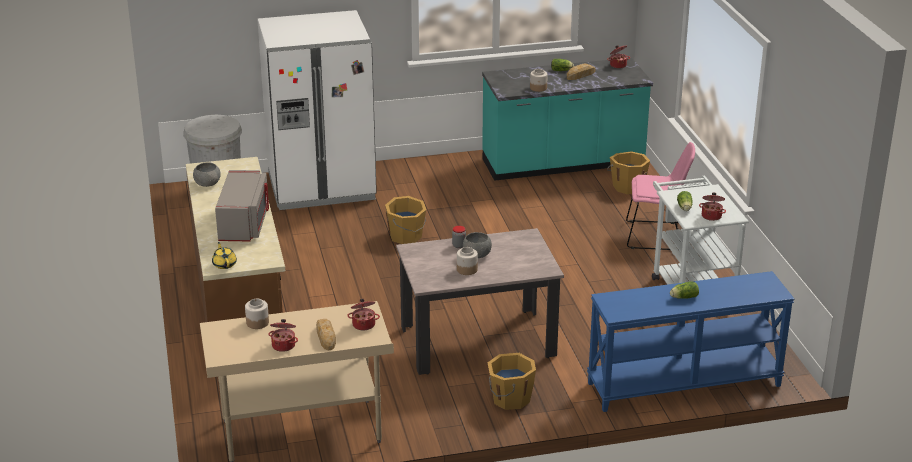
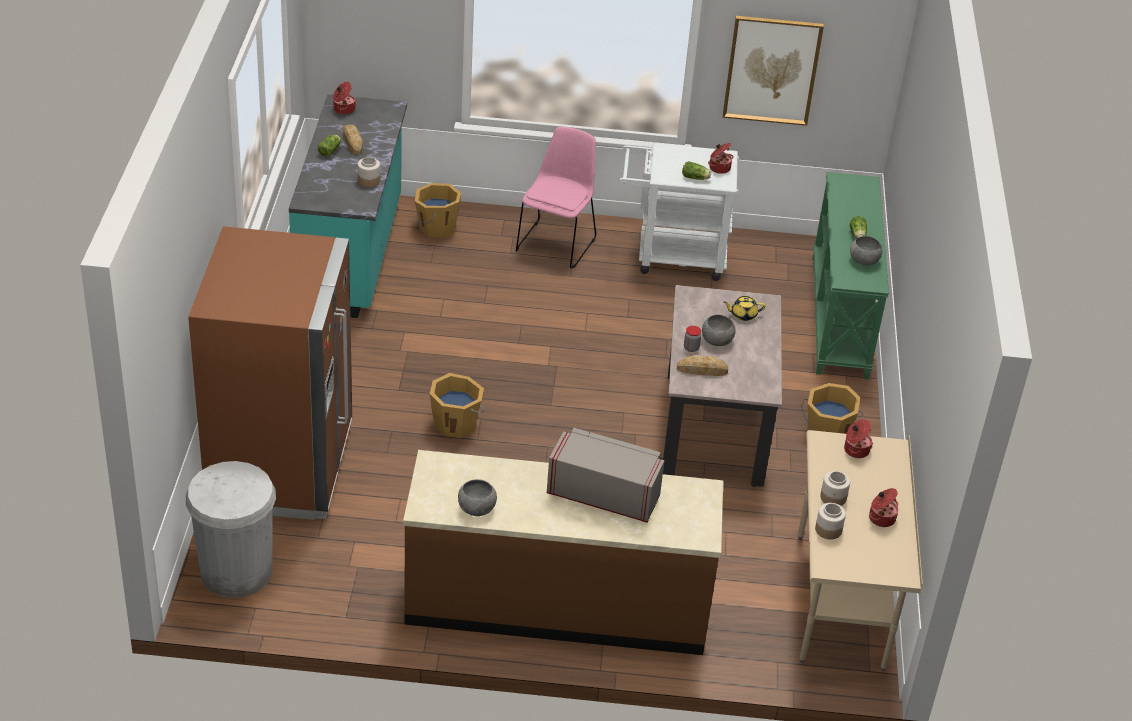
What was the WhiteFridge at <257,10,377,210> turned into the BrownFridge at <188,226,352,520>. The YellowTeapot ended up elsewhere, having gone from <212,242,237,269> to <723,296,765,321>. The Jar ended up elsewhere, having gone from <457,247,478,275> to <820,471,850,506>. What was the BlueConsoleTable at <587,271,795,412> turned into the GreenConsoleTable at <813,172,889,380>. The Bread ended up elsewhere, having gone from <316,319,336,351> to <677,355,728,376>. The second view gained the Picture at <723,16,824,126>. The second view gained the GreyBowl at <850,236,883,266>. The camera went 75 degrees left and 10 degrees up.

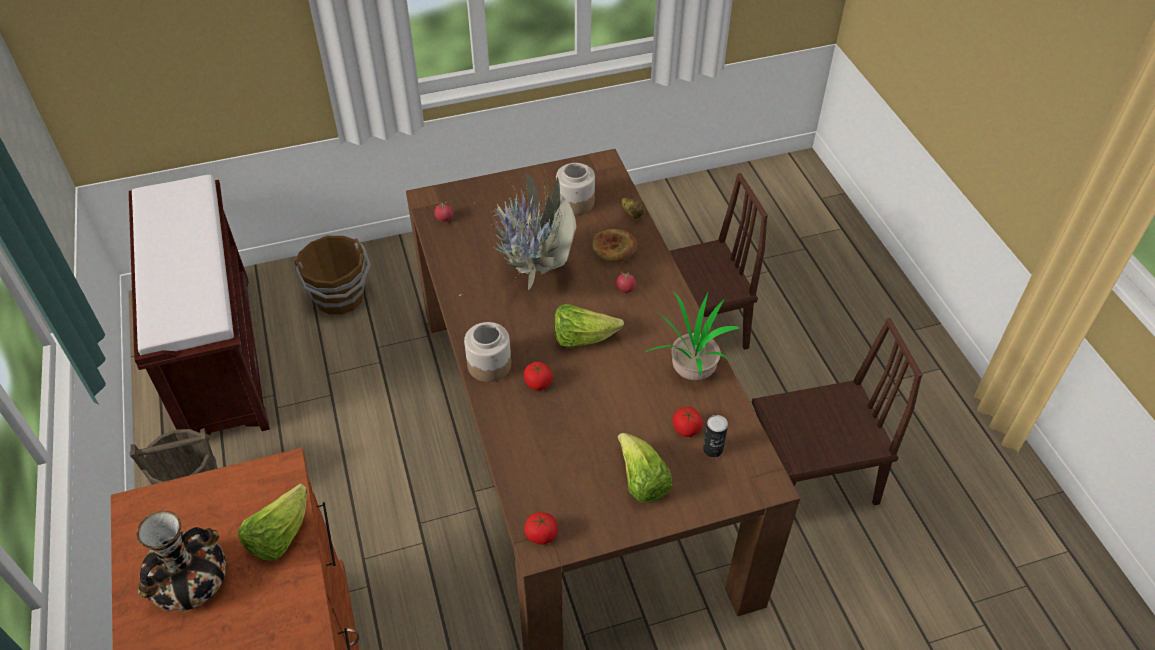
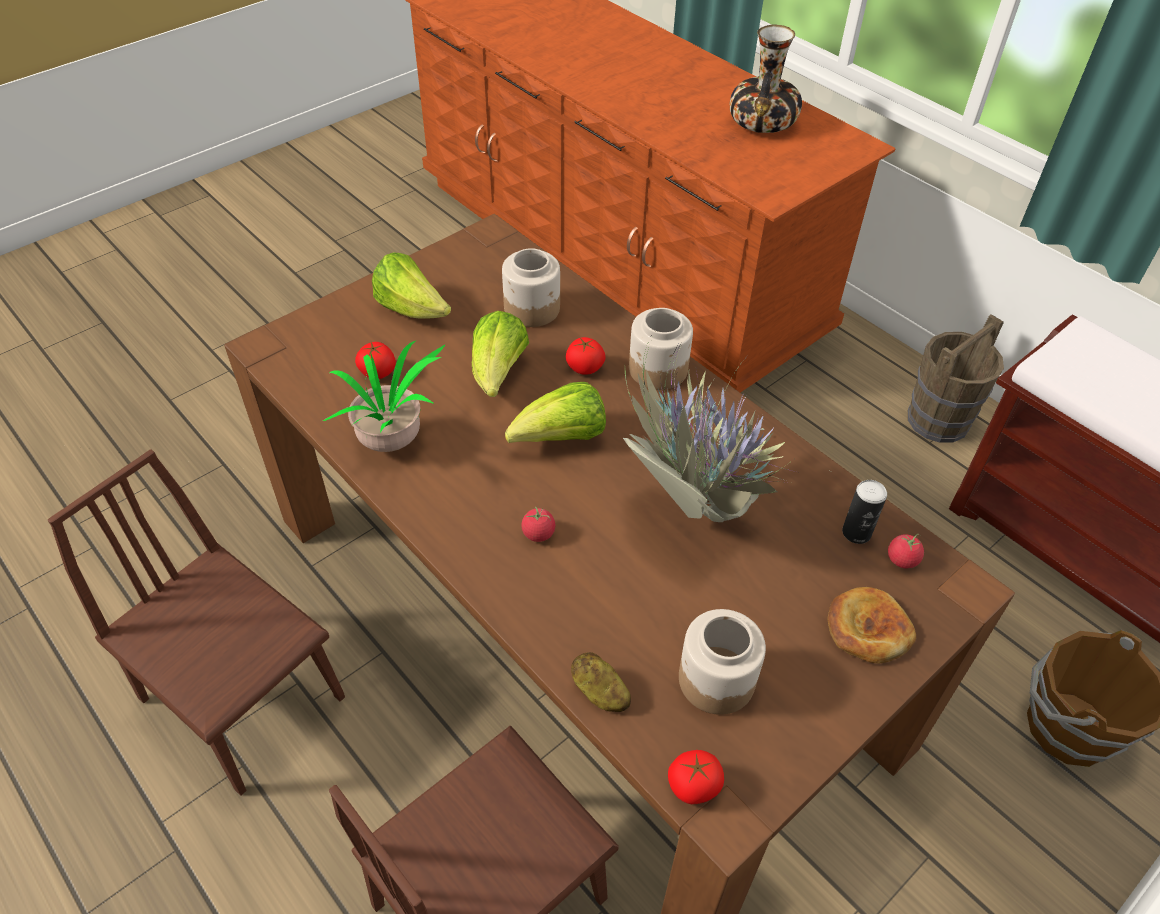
The Bread ended up elsewhere, having gone from <592,229,637,263> to <828,587,916,664>. The BrownChair at <752,318,923,505> ended up facing another way, 75 degrees clockwise from before. The Can ended up elsewhere, having gone from <703,415,728,458> to <842,480,887,544>. The Lettuce ended up elsewhere, having gone from <238,483,307,561> to <472,311,529,397>. The Tomato ended up elsewhere, having gone from <524,512,558,545> to <668,750,724,804>. The second view gained the Jar at <502,248,560,327>. The camera went 155 degrees right and 0 degrees up.

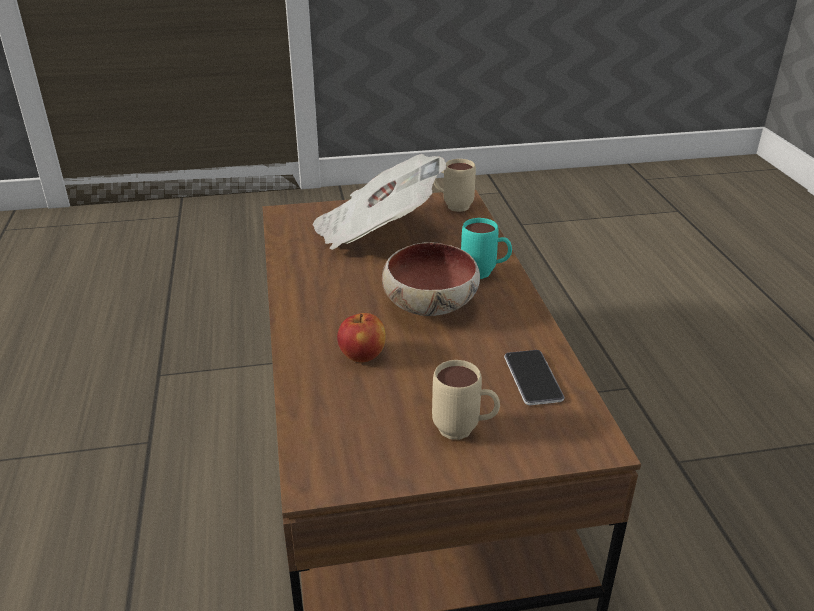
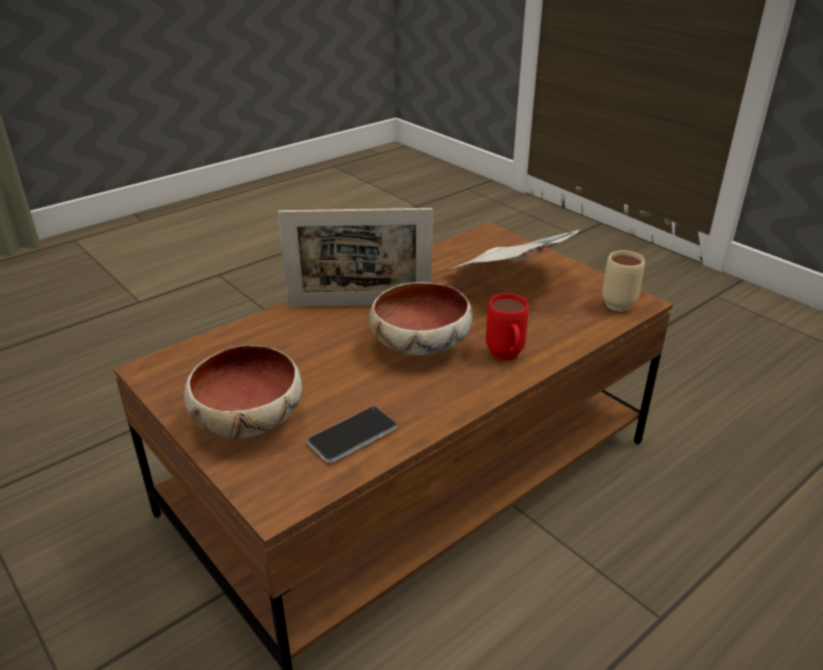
What was the TurquoiseMug at <461,218,512,279> turned into the RedMug at <486,293,529,361>. The second view lost the Apple at <337,313,386,362>. Where the BeigeMug stood at <432,360,500,440>, the Bowl came to stand at <184,345,302,439>. The second view gained the PictureFrame at <278,208,433,307>. The camera went 60 degrees right and 0 degrees up.

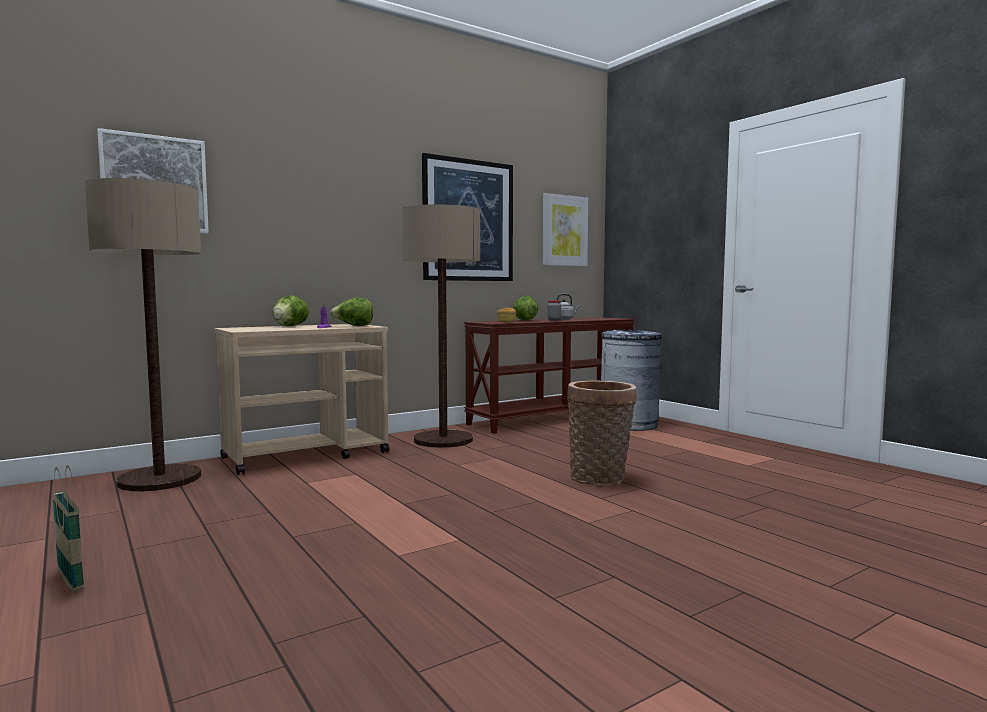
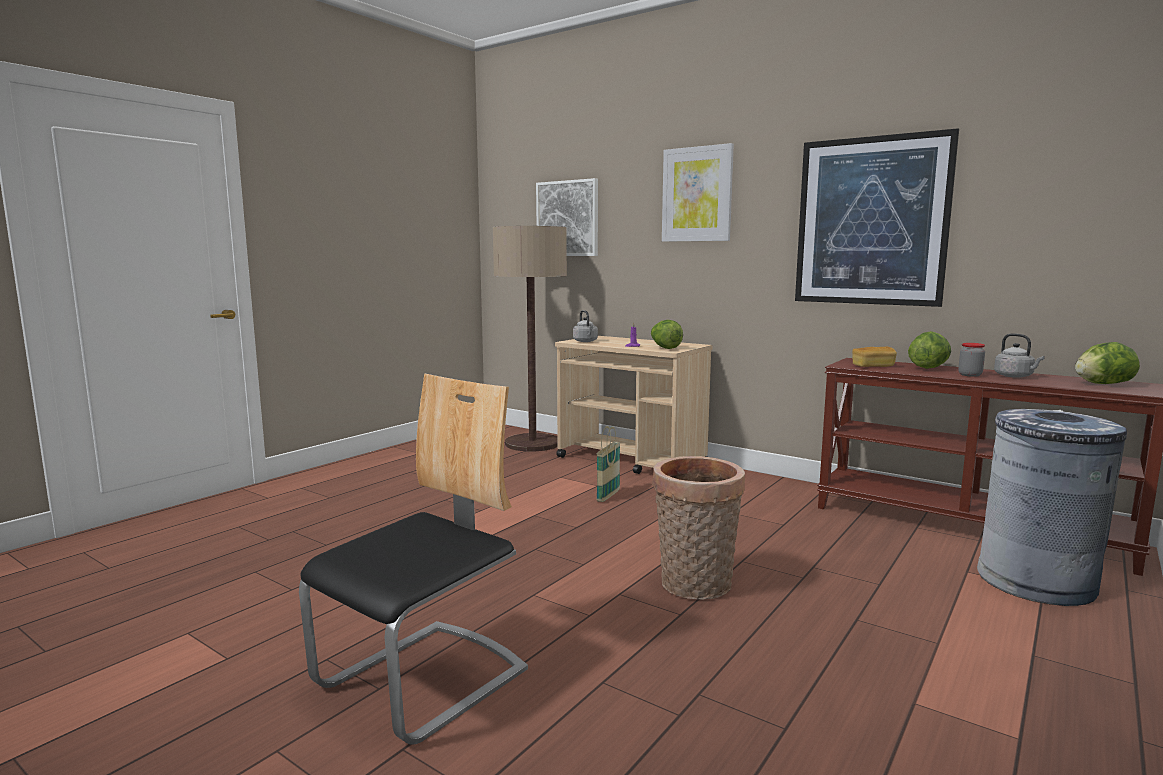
The Picture ended up elsewhere, having gone from <543,193,588,266> to <662,143,734,242>. The second view lost the FloorLamp at <403,204,480,448>. The Lettuce ended up elsewhere, having gone from <272,295,309,326> to <1075,342,1140,384>. The Basket ended up elsewhere, having gone from <52,465,84,592> to <596,426,620,502>. The second view gained the GreyKettle at <573,310,598,342>. The second view gained the Chair at <299,374,528,745>. The camera went 70 degrees right and 5 degrees up.

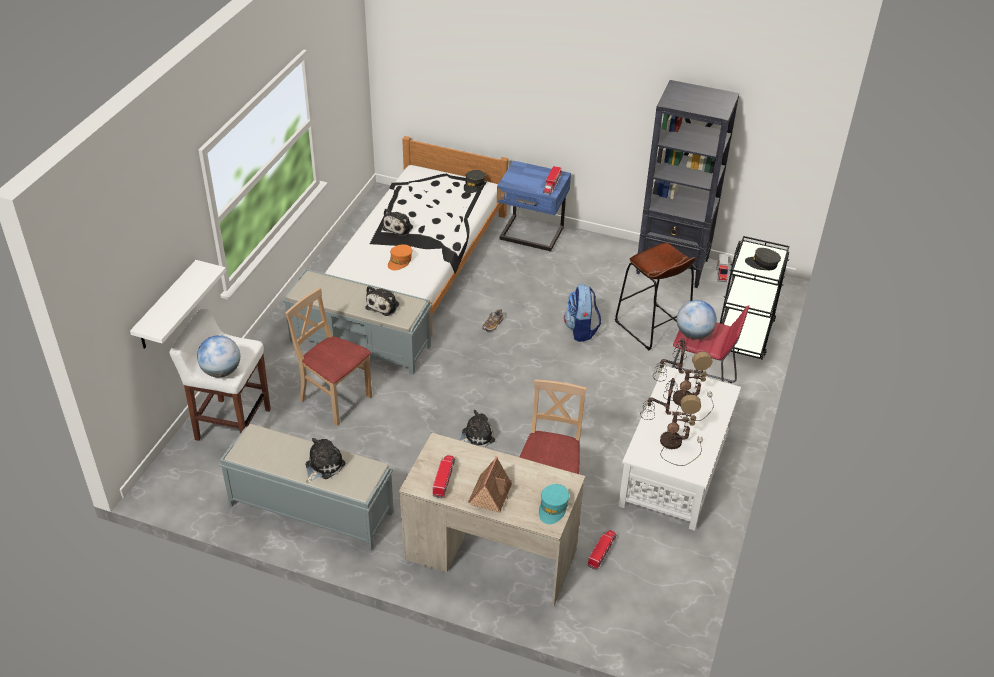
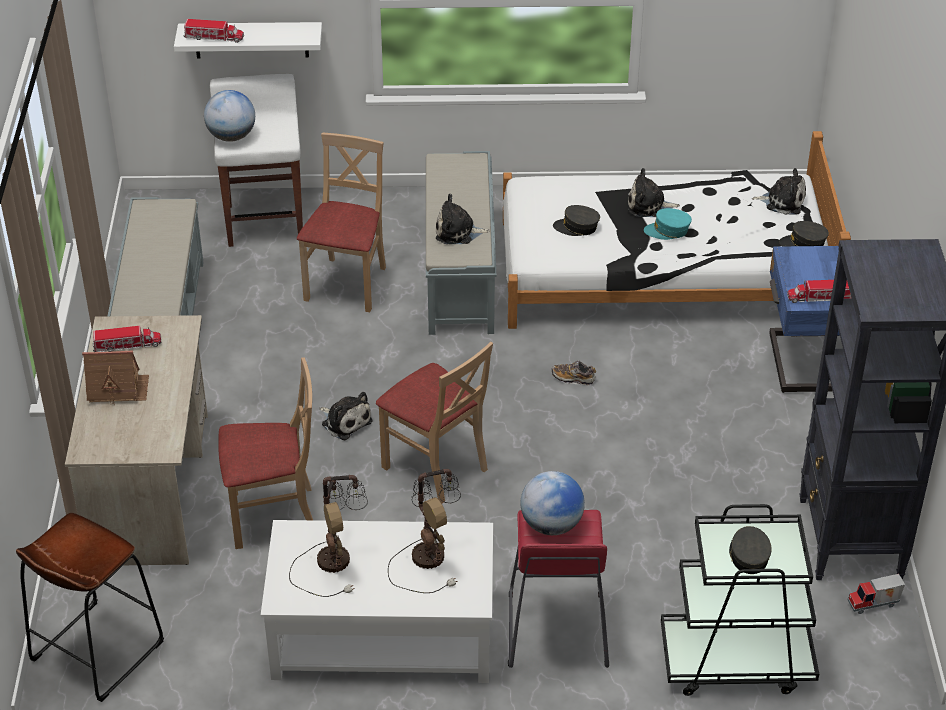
The BrownStool ended up elsewhere, having gone from <615,242,696,350> to <16,513,164,702>. What was the OrangeCap at <388,244,412,270> turned into the GreyCap at <553,205,600,236>. The second view lost the Backpack at <564,284,601,342>. The PlushToy ended up elsewhere, having gone from <305,438,345,483> to <752,168,806,215>. The TurquoiseCap ended up elsewhere, having gone from <539,484,569,524> to <644,208,692,240>. The ToyTruck ended up elsewhere, having gone from <588,530,617,570> to <184,19,244,43>. The second view gained the BeigeChair at <376,342,493,503>. The camera went 70 degrees right and 0 degrees up.

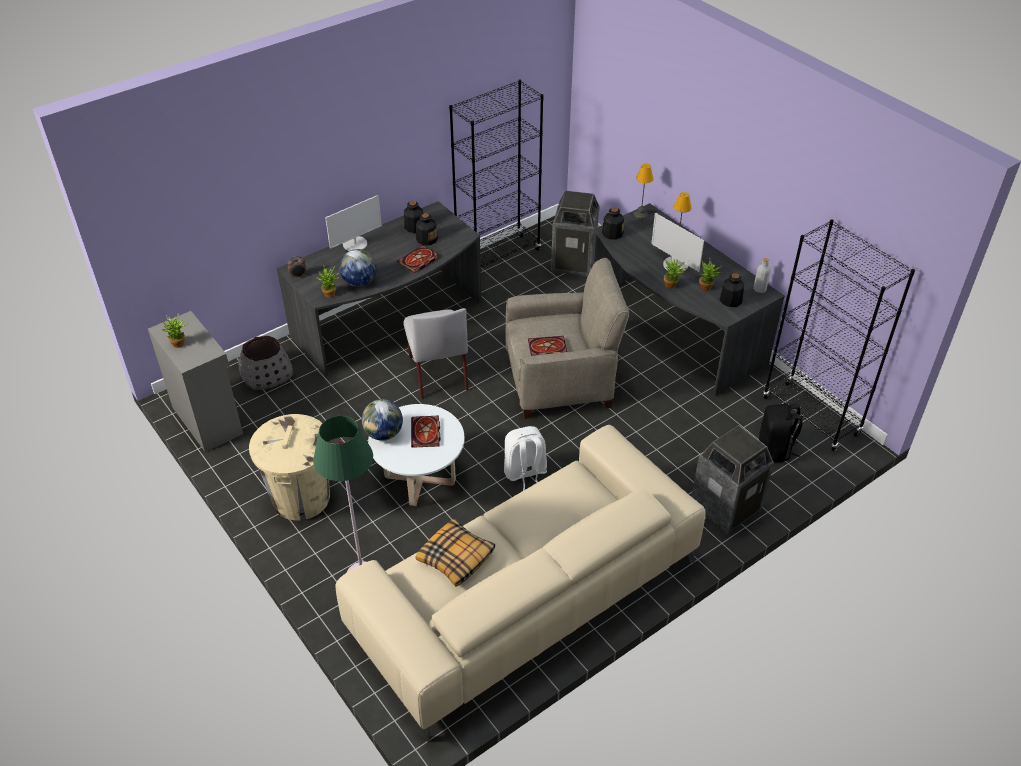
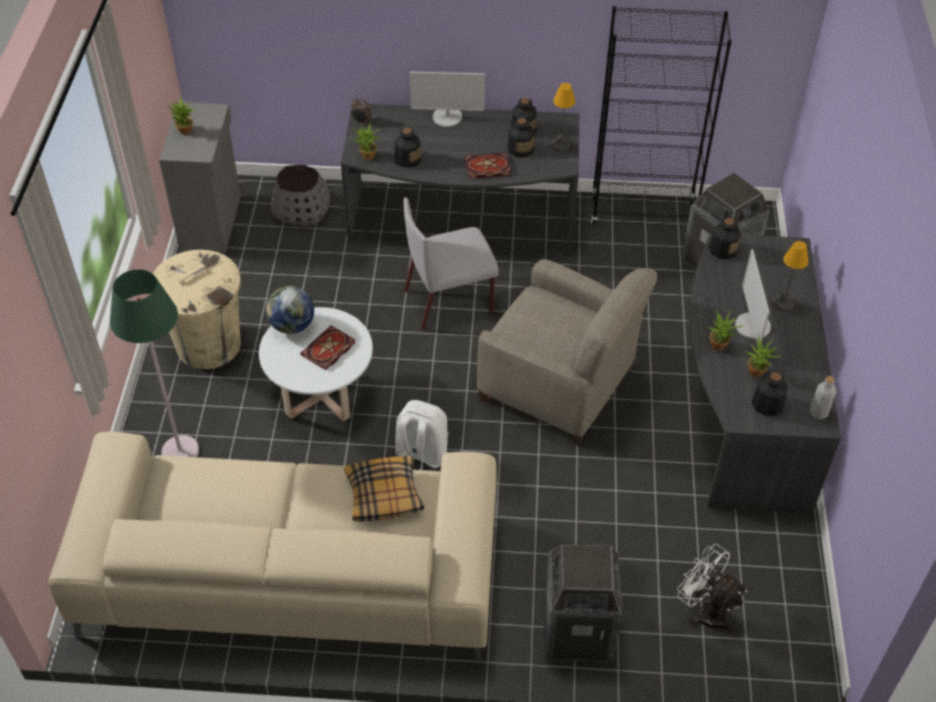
The TableLamp ended up elsewhere, having gone from <634,164,653,220> to <552,83,575,152>. The second view lost the BlackBookcase at <763,219,915,451>. Where the Globe stood at <339,249,377,287>, the Bottle came to stand at <395,128,422,168>. The GreyChair at <403,308,469,399> ended up facing another way, 45 degrees clockwise from before. The second view lost the Book at <528,336,567,356>. Where the BlackBackpack stood at <759,403,803,462>, the WhiteFan came to stand at <677,544,748,634>. The Pillow ended up elsewhere, having gone from <416,519,495,586> to <344,456,424,522>. The camera went 40 degrees right and 5 degrees up.

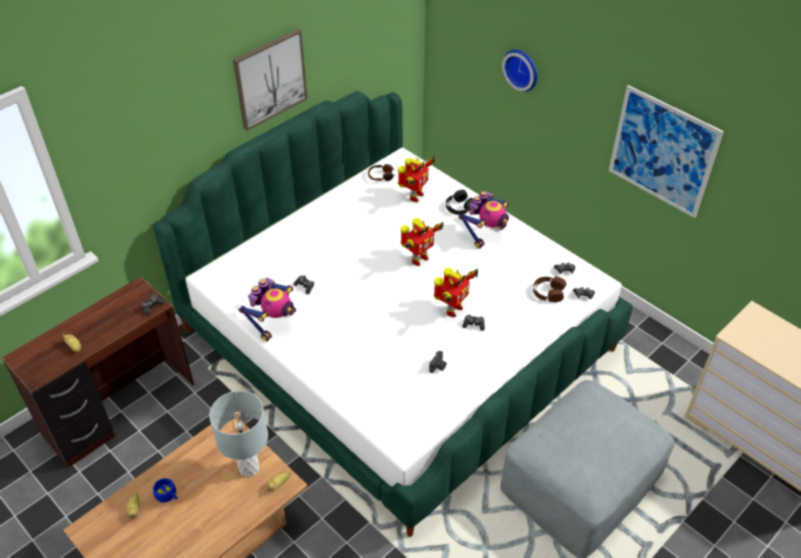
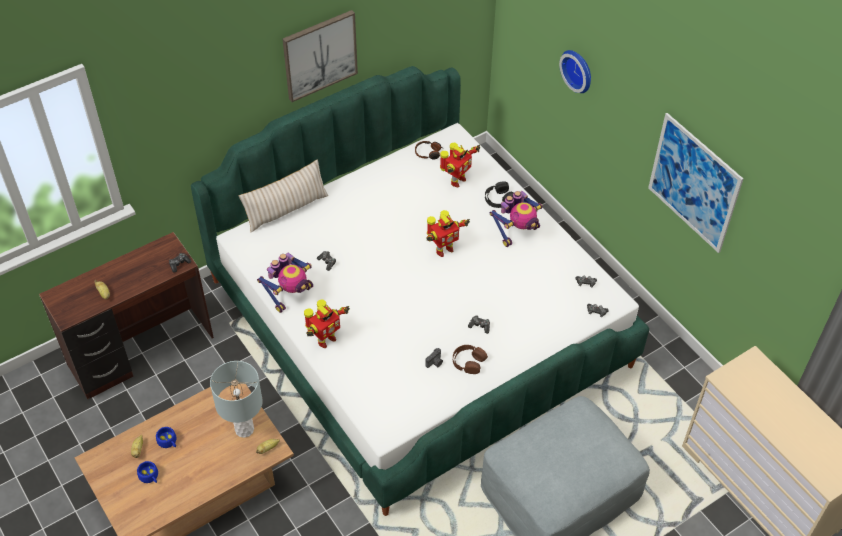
The ToyRobot ended up elsewhere, having gone from <434,268,478,317> to <304,300,350,348>. The BrownHeadphones ended up elsewhere, having gone from <533,277,566,302> to <453,345,488,374>. The second view gained the BeigePillow at <239,159,328,232>. The second view gained the BlueCup at <137,461,158,483>. The camera went 10 degrees right and 5 degrees up.

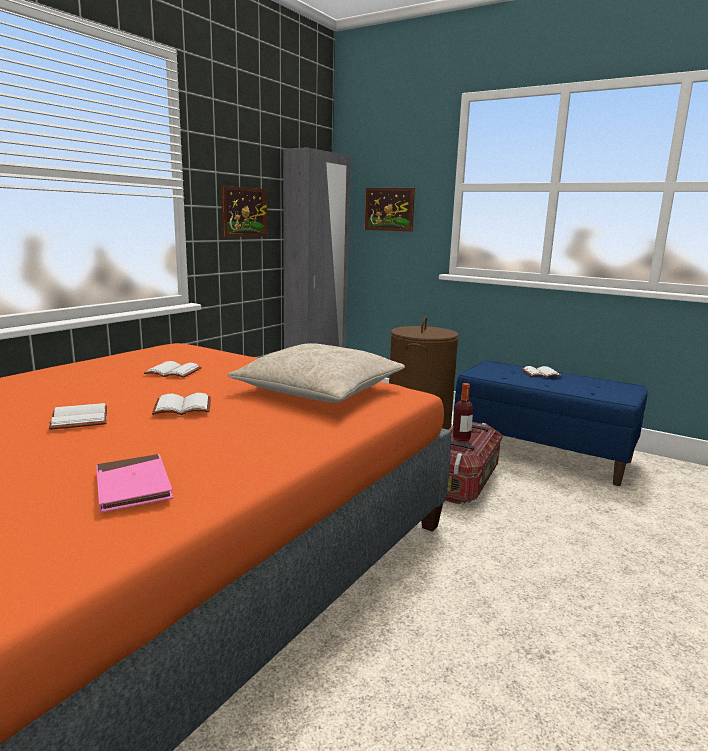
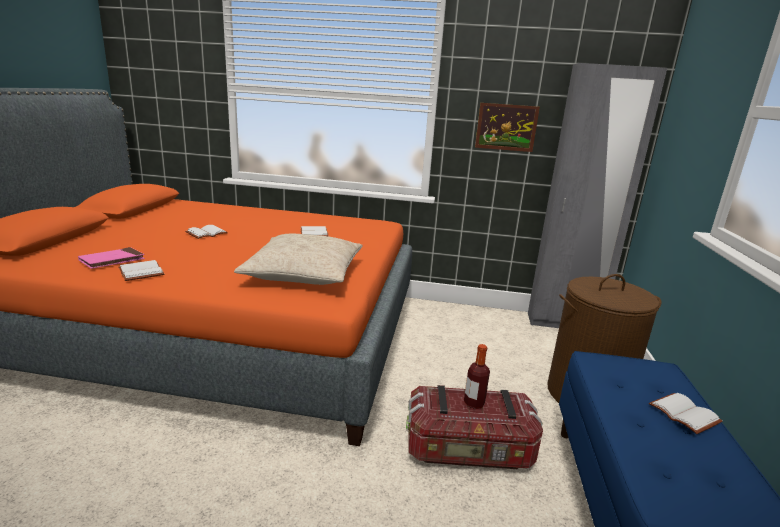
The second view lost the Picture at <365,188,415,232>. The WhiteBook ended up elsewhere, having gone from <152,393,211,415> to <118,260,164,281>. The camera went 65 degrees right and 5 degrees up.

